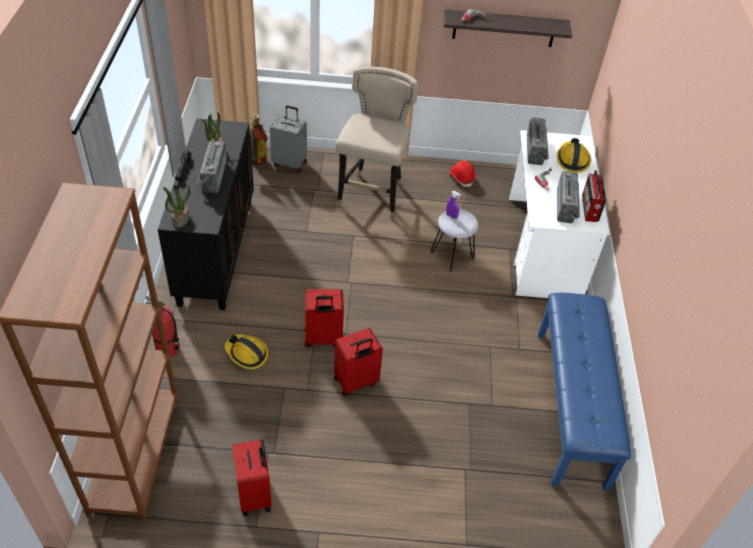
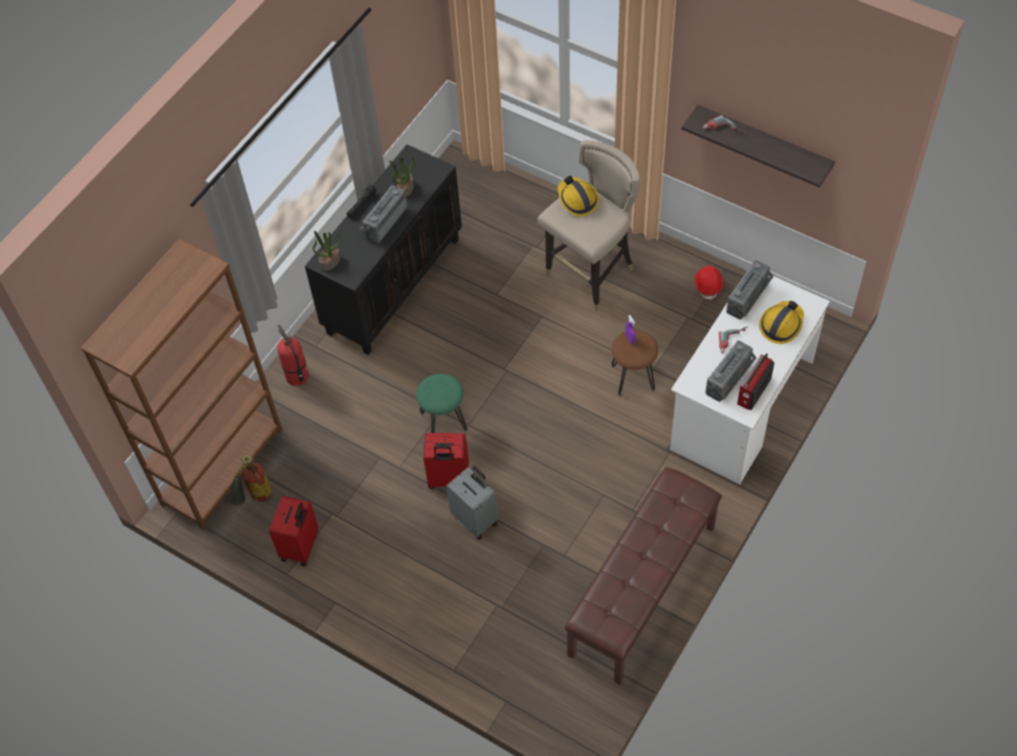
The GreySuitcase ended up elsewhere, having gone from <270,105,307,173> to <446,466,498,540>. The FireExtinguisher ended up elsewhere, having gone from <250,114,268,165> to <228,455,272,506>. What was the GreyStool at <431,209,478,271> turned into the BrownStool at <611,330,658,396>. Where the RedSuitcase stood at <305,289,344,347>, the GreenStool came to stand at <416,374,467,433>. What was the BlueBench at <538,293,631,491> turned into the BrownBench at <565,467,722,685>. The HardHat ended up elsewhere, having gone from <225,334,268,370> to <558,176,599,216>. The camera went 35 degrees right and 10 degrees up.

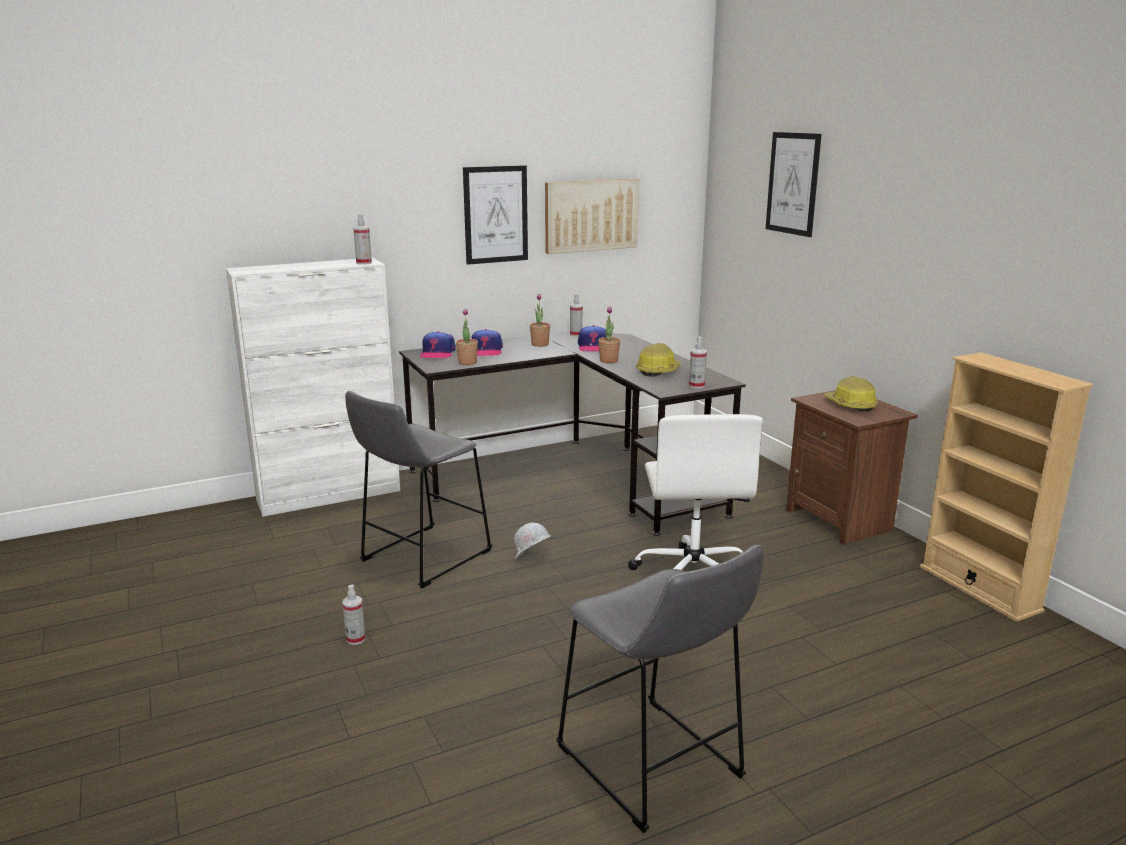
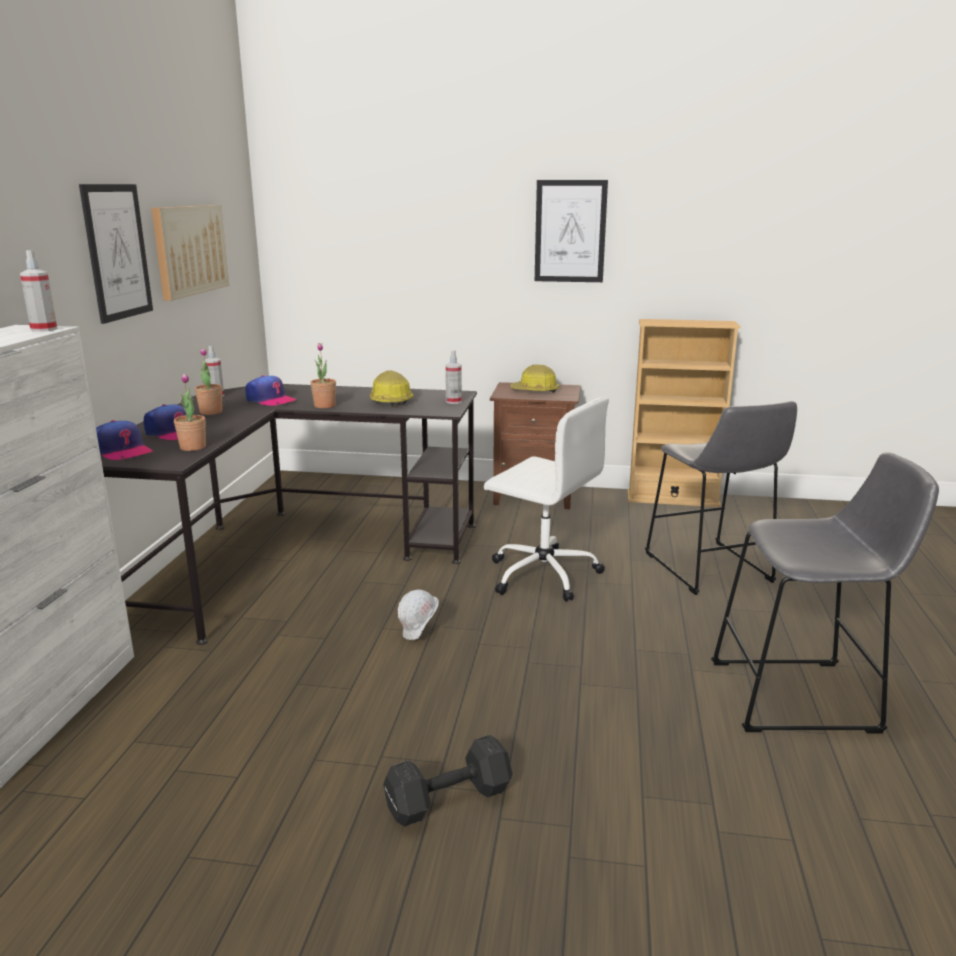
The Picture ended up elsewhere, having gone from <766,132,822,237> to <535,180,608,282>. The GreyStool ended up elsewhere, having gone from <345,391,492,589> to <645,401,797,595>. Where the SprayBottle stood at <343,584,366,645>, the BlackDumbbell came to stand at <383,735,513,827>. The camera went 55 degrees left and 0 degrees up.

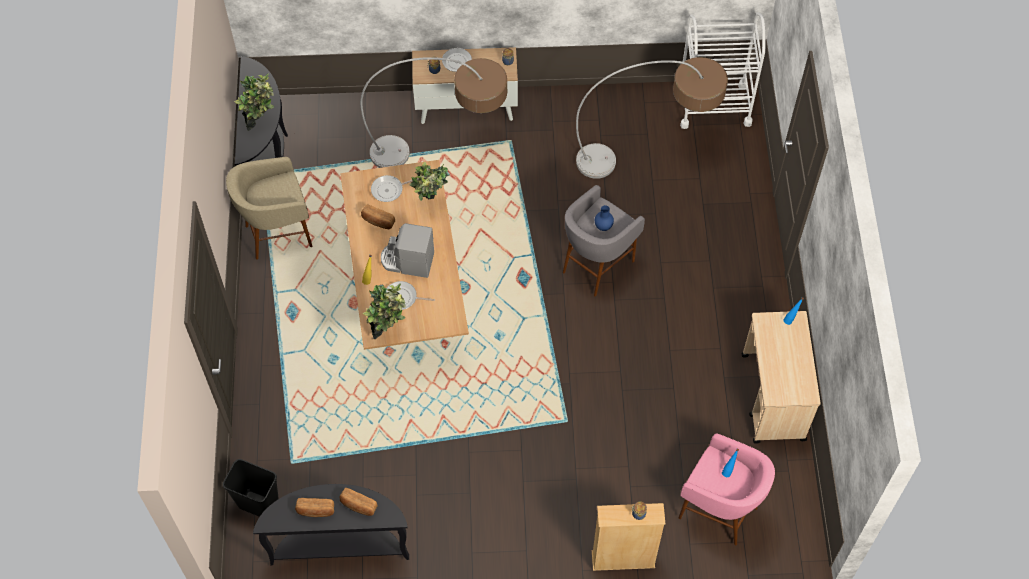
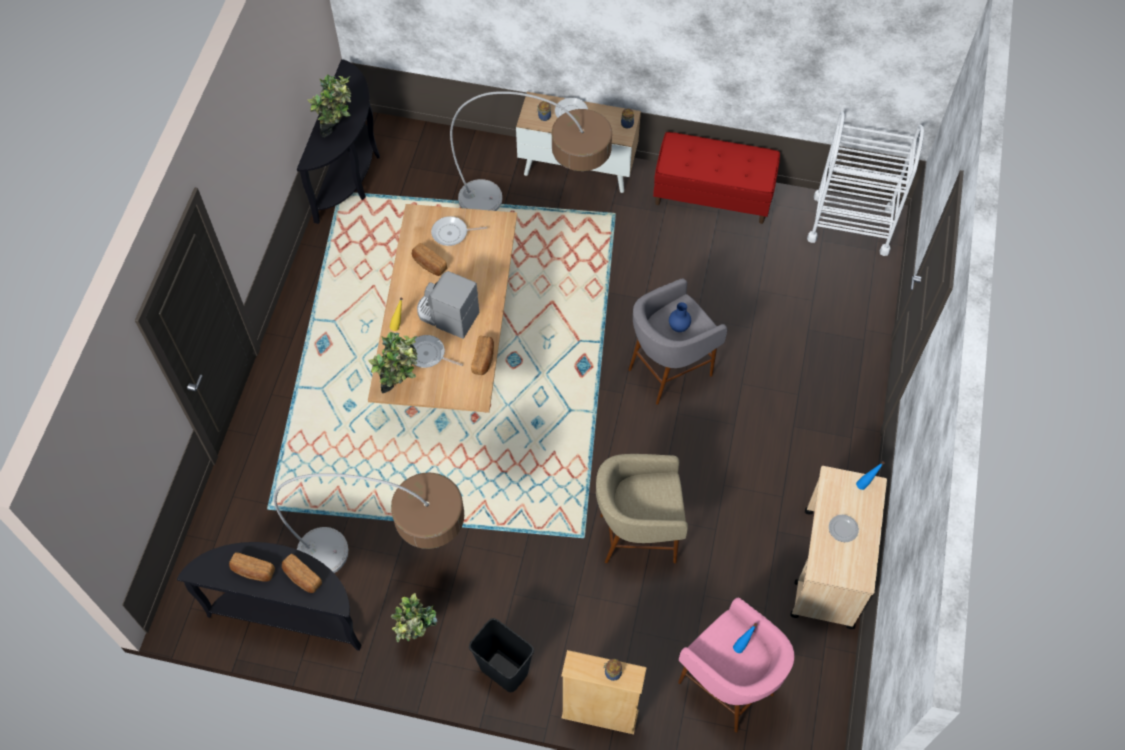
The FloorLamp ended up elsewhere, having gone from <576,57,728,179> to <274,472,464,573>. The BeigeStool ended up elsewhere, having gone from <226,157,312,260> to <596,454,688,563>. The PottedPlant ended up elsewhere, having gone from <410,162,450,201> to <391,593,438,642>. The BlackTrashCan ended up elsewhere, having gone from <223,459,279,517> to <469,618,534,692>. The second view gained the RedBench at <653,132,780,224>. The second view gained the Bread at <471,336,494,375>. The second view gained the Plate at <829,515,859,542>. The camera went 15 degrees right and 0 degrees up.

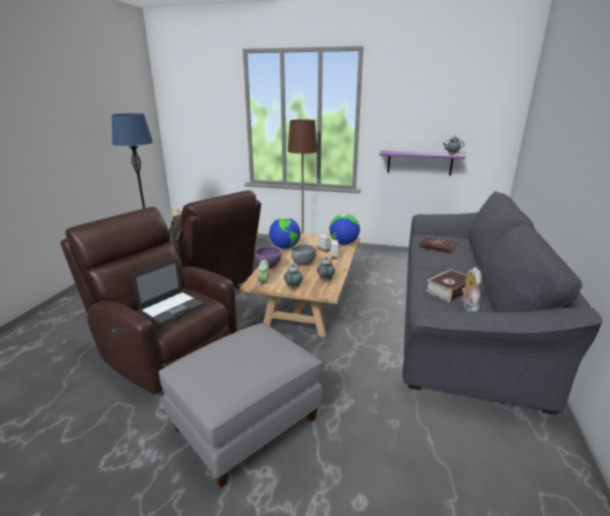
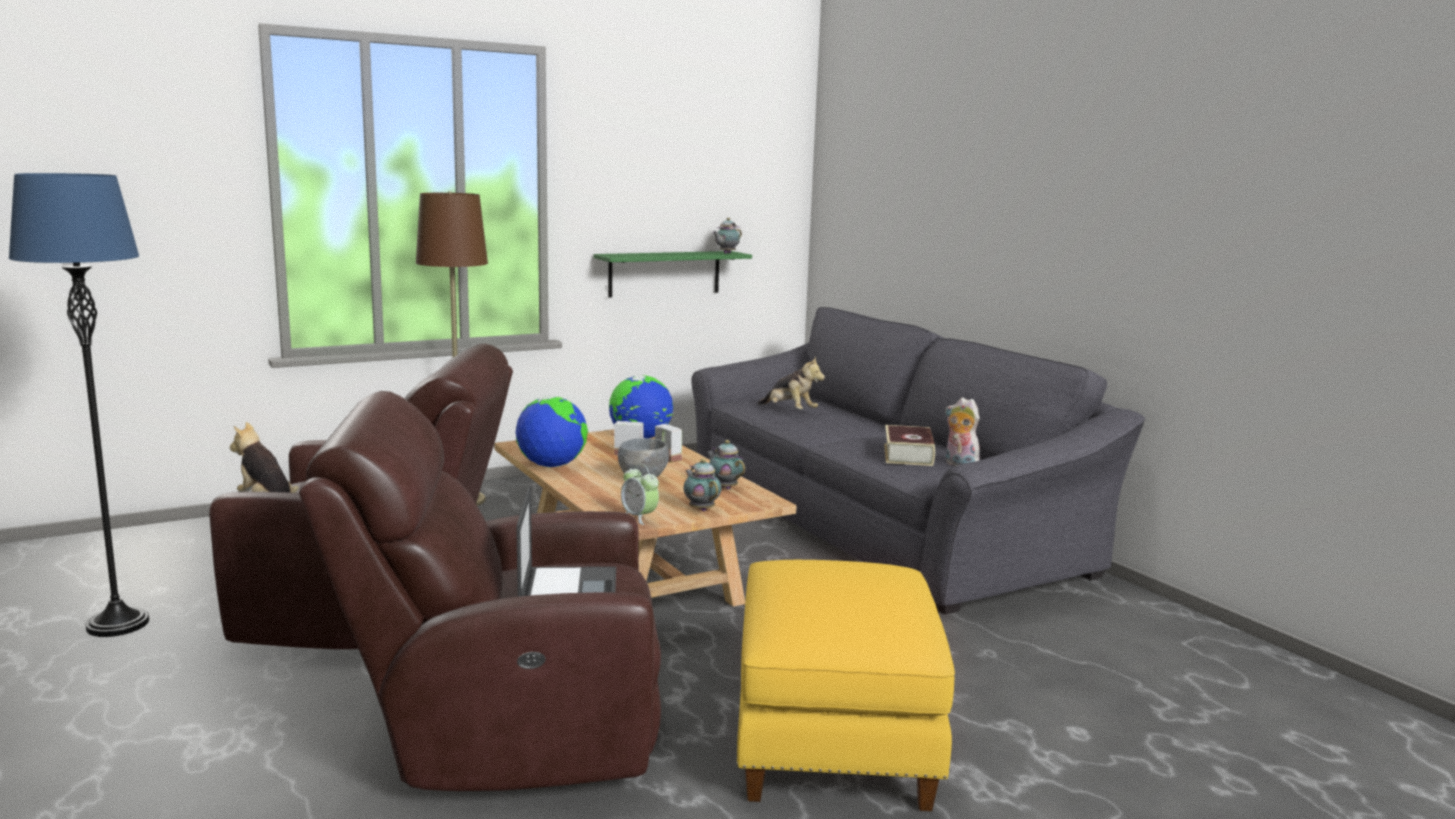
What was the PurpleShelf at <379,151,465,175> turned into the GreenShelf at <593,251,752,298>. Where the RedBook stood at <419,236,457,253>, the PlushToy came to stand at <758,356,825,409>. The second view lost the PurpleBowl at <255,247,281,269>. What was the GreyOttoman at <159,323,323,488> turned into the YellowOttoman at <736,560,955,811>. The camera went 45 degrees left and 10 degrees down.

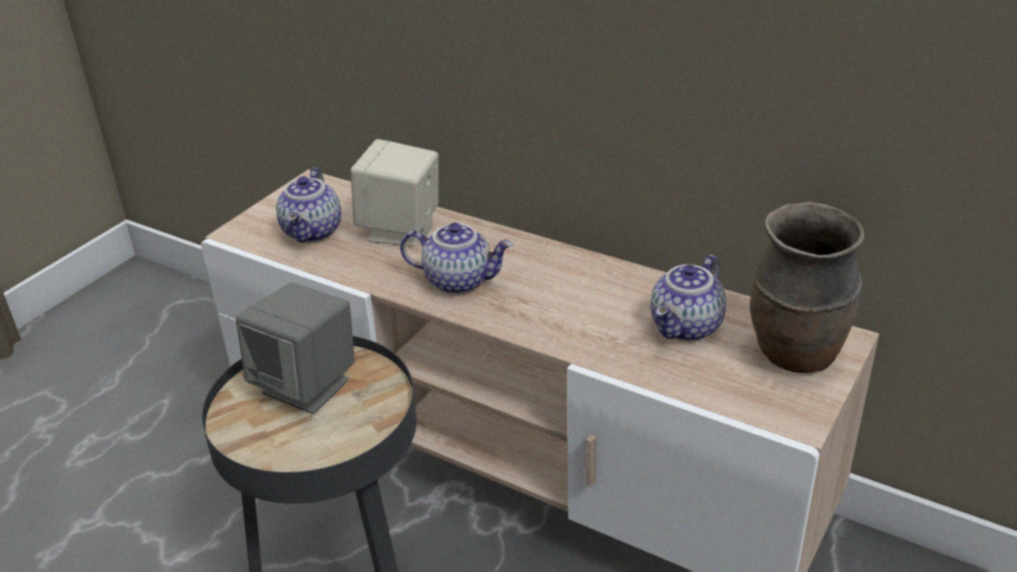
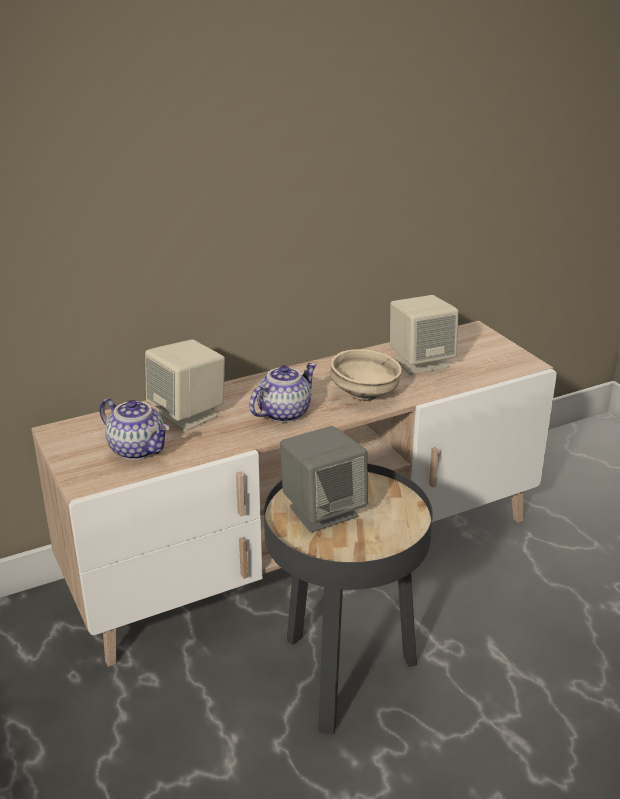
The second view lost the BrownVase at <750,202,864,373>. Where the Teapot stood at <650,255,726,341>, the BeigeSpeaker came to stand at <390,295,459,375>. The second view gained the BeigeBowl at <330,349,402,401>. The camera went 60 degrees left and 5 degrees down.

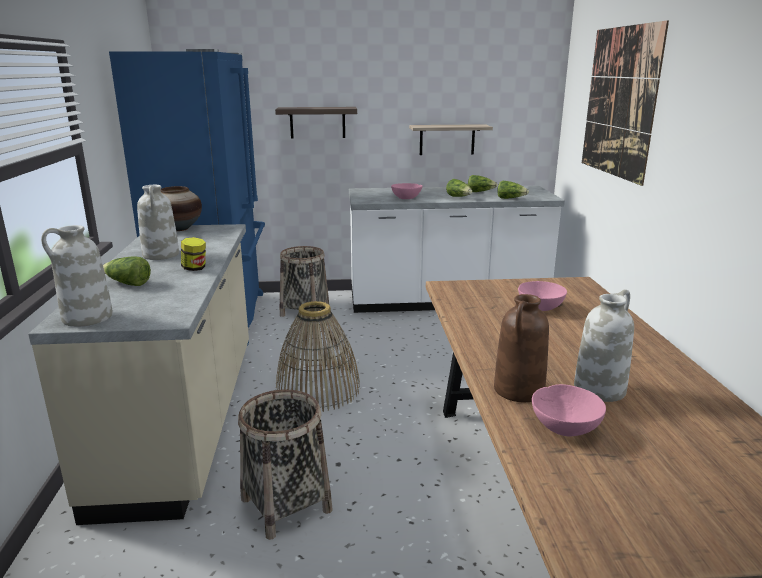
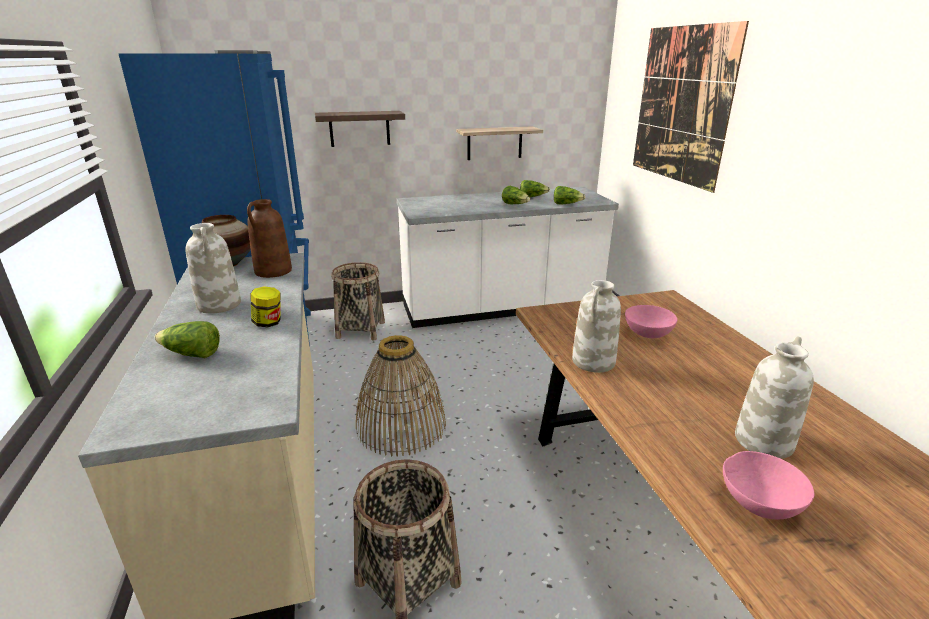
The second view lost the PinkBowl at <391,183,423,199>. The WhiteVase ended up elsewhere, having gone from <41,225,113,327> to <572,280,621,373>. The BrownVase ended up elsewhere, having gone from <494,294,549,402> to <247,199,292,278>. The camera went 10 degrees left and 5 degrees up.

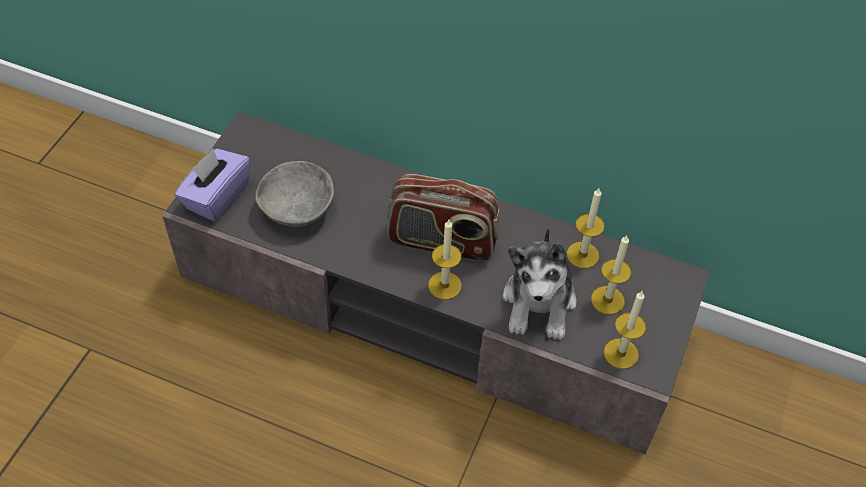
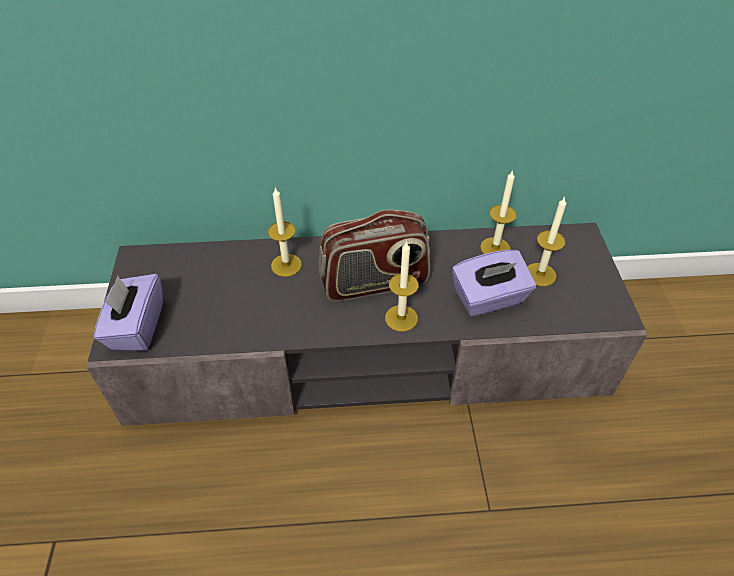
The second view lost the GreyBowl at <255,161,334,227>. Where the PlushToy stood at <503,227,577,340>, the PurpleTissueBox came to stand at <452,250,536,317>. The Candle ended up elsewhere, having gone from <604,291,646,369> to <268,187,302,277>. The camera went 25 degrees left and 5 degrees down.

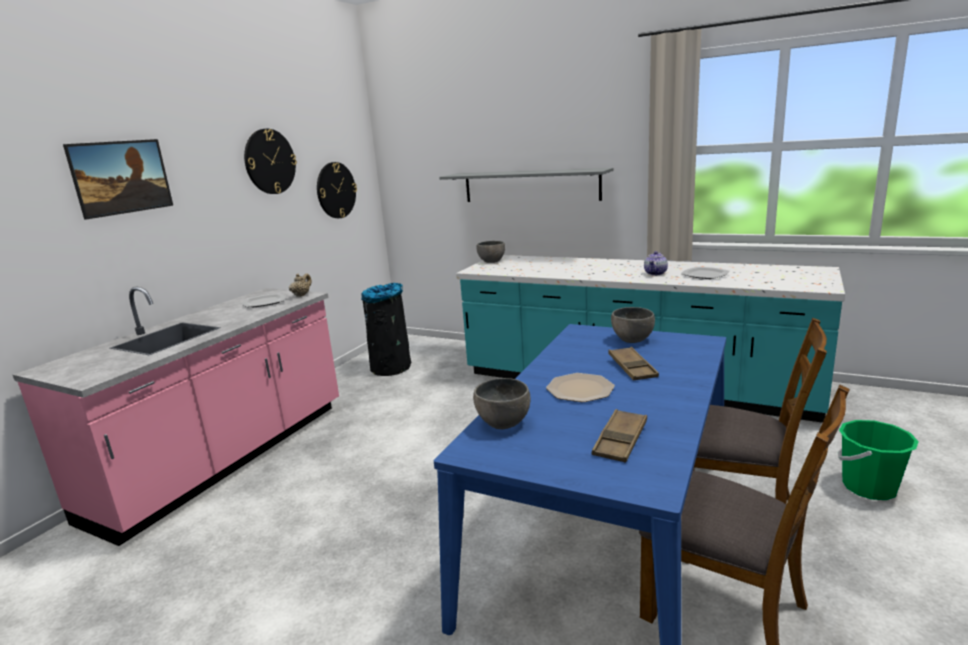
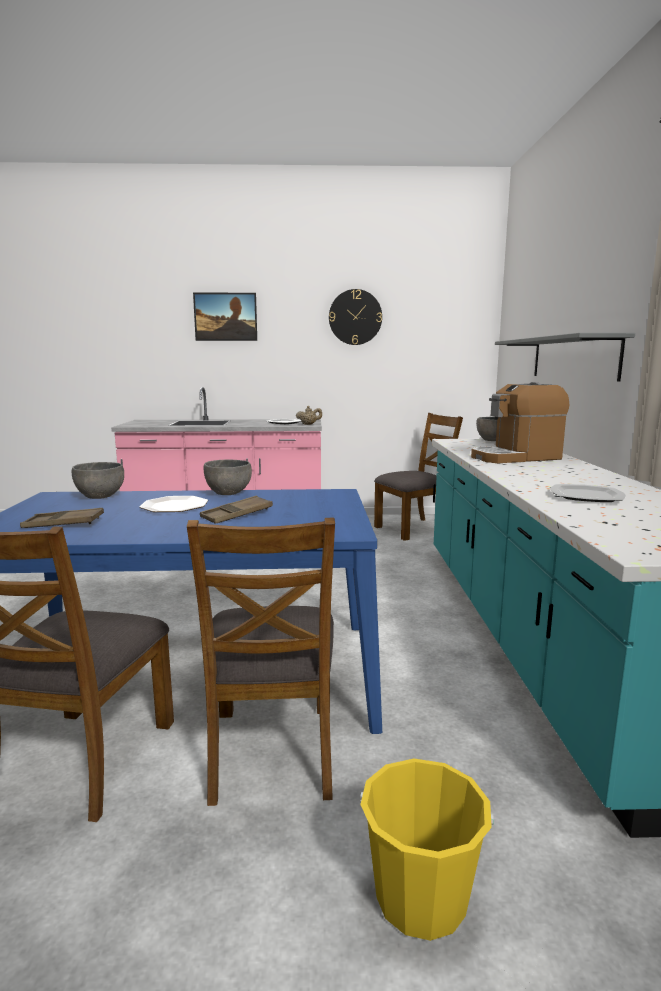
The second view lost the WallClock at <317,162,357,218>. The second view lost the Teapot at <644,251,668,275>. Where the BlackTrashCan stood at <361,283,411,376>, the BrownChair came to stand at <374,413,463,541>. The GreyBowl ended up elsewhere, having gone from <611,307,655,343> to <203,459,252,495>. What was the GreenBucket at <838,420,919,500> turned into the YellowBucket at <360,759,494,941>. The second view gained the CoffeeMachine at <471,382,569,463>. The camera went 60 degrees right and 5 degrees down.

